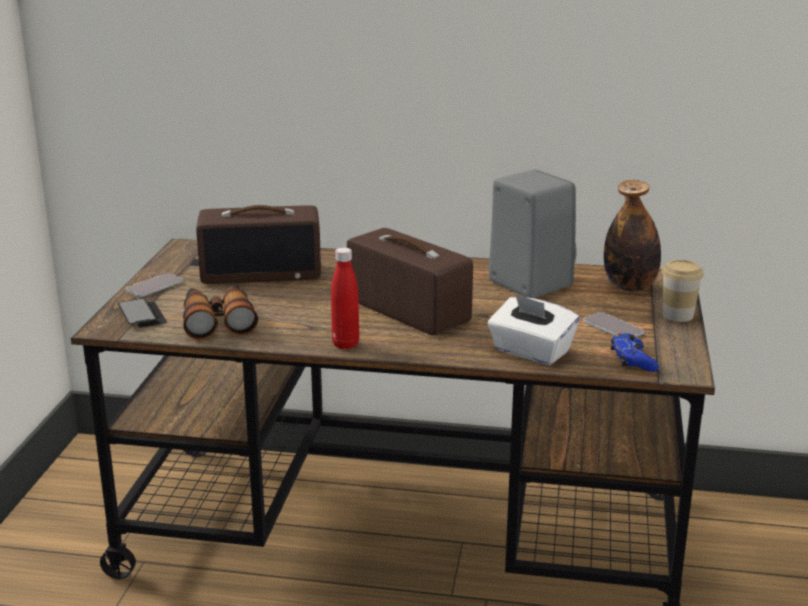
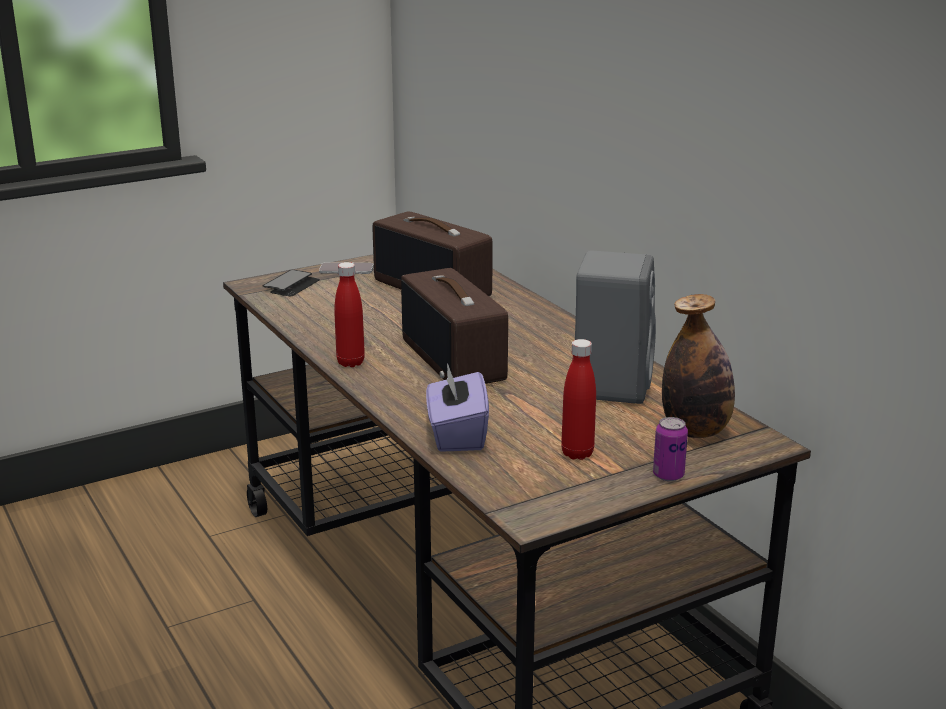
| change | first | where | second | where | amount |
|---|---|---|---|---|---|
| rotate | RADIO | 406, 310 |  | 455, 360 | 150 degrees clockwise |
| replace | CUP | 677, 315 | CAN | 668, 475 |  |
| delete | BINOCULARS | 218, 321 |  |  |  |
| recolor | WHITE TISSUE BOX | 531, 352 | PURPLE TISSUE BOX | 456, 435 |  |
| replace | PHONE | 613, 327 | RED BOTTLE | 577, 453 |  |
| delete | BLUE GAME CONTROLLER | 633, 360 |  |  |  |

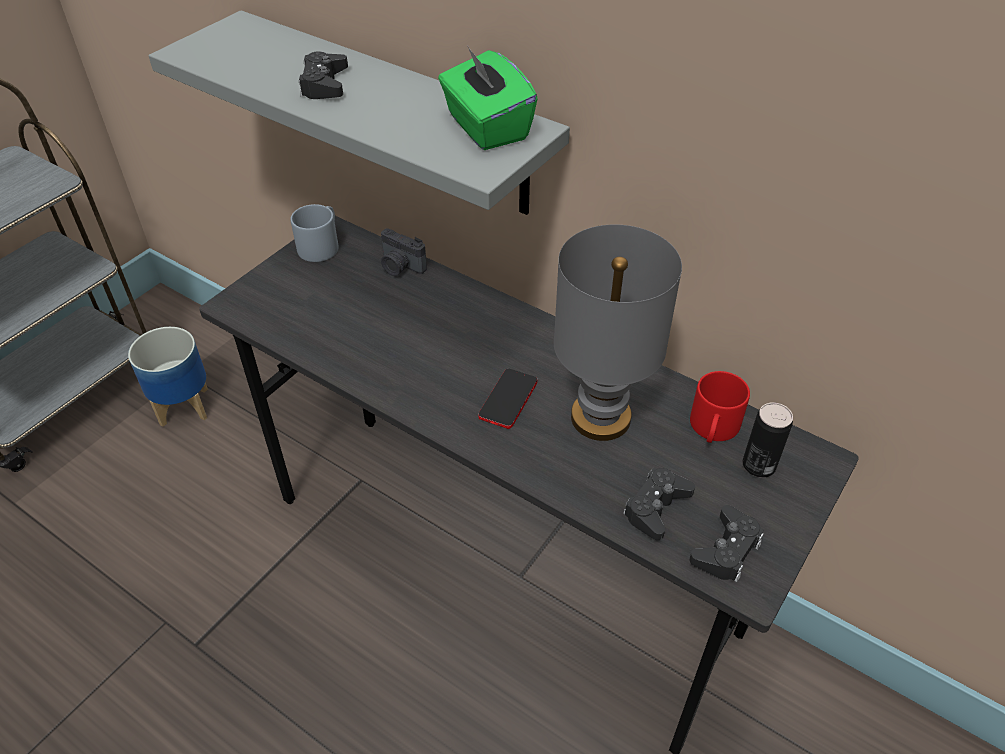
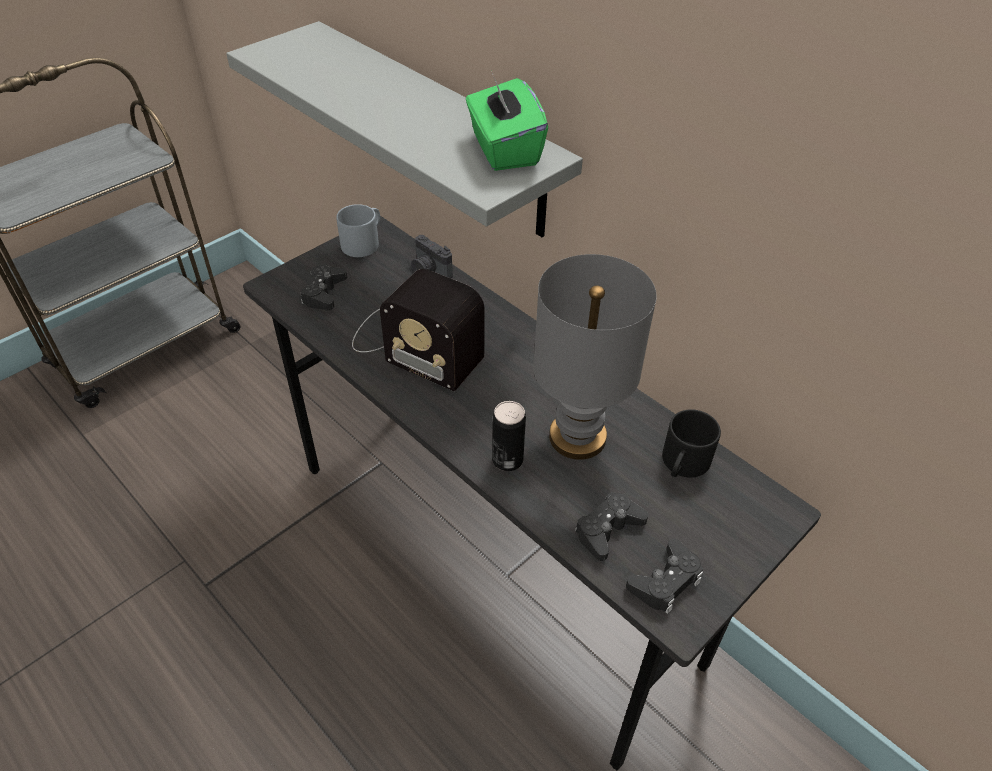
| change | first | where | second | where | amount |
|---|---|---|---|---|---|
| move | BLACK GAME CONTROLLER | 324, 84 |  | 324, 293 |  |
| delete | PLANTER | 184, 406 |  |  |  |
| delete | PHONE | 508, 399 |  |  |  |
| recolor | RED MUG | 714, 429 | BLACK MUG | 683, 465 |  |
| move | CAN | 758, 465 |  | 507, 460 |  |
| insert |  |  | RADIO | 413, 344 |  |

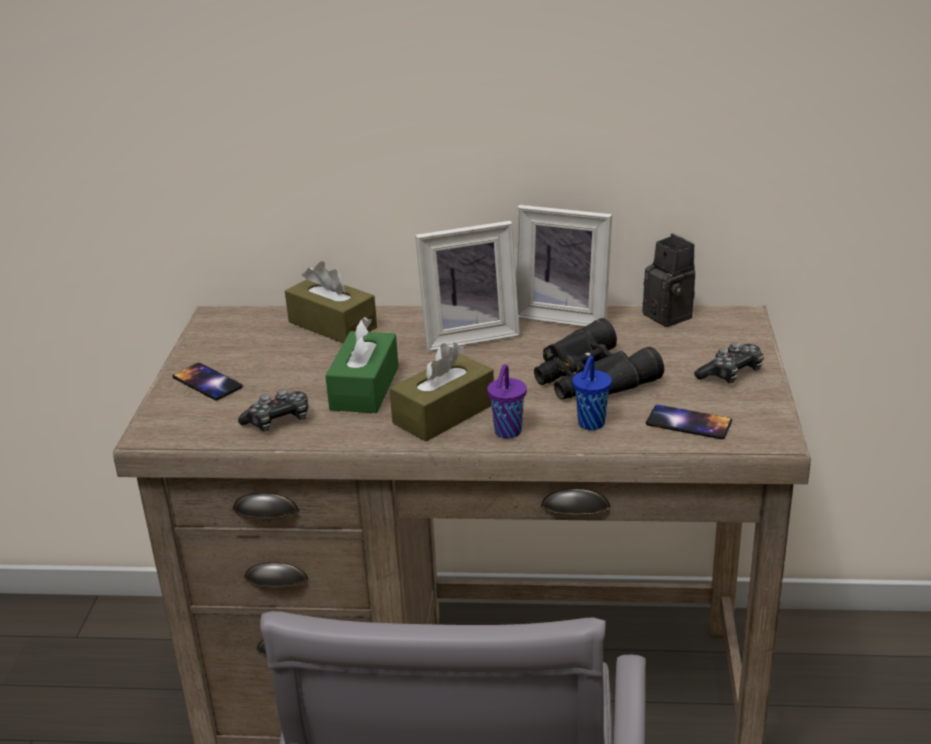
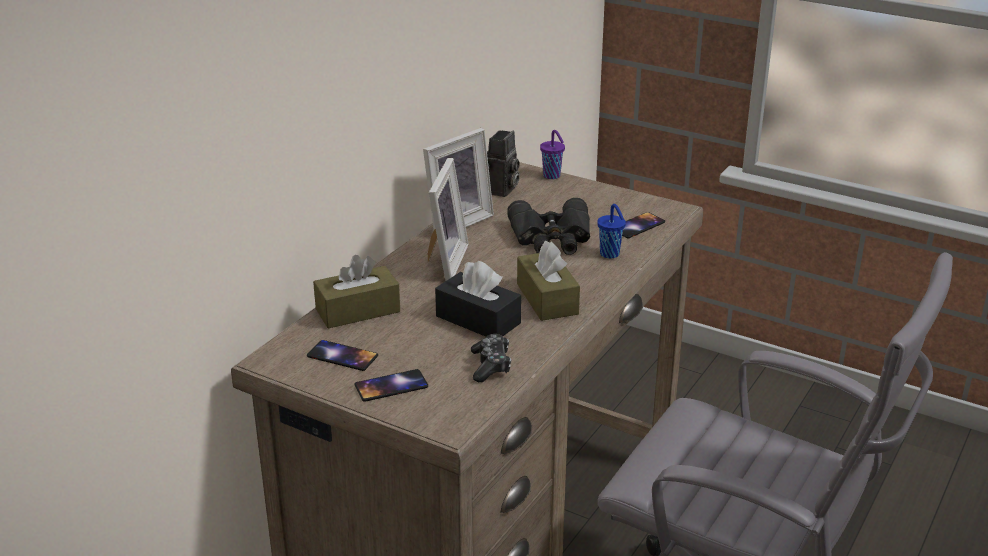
| change | first | where | second | where | amount |
|---|---|---|---|---|---|
| rotate | PHOTO CAMERA | 671, 316 |  | 500, 190 | 120 degrees clockwise |
| recolor | GREEN TISSUE BOX | 364, 388 | BLACK TISSUE BOX | 478, 320 |  |
| delete | GAME CONTROLLER | 731, 374 |  |  |  |
| move | PURPLE CUP | 507, 432 |  | 552, 176 |  |
| insert |  |  | PHONE | 342, 356 |  |

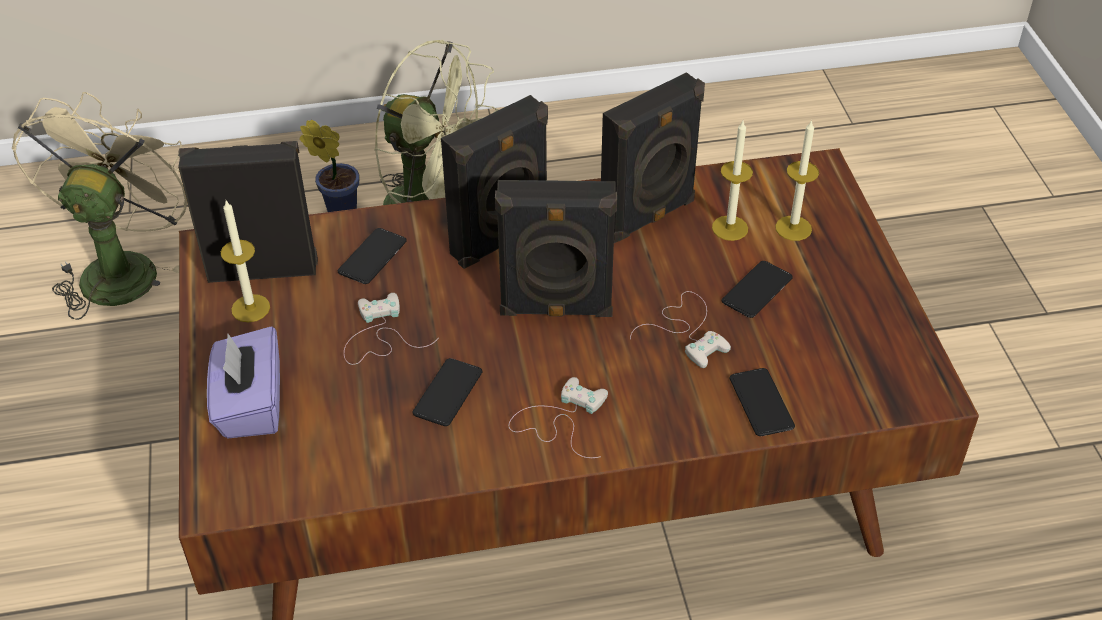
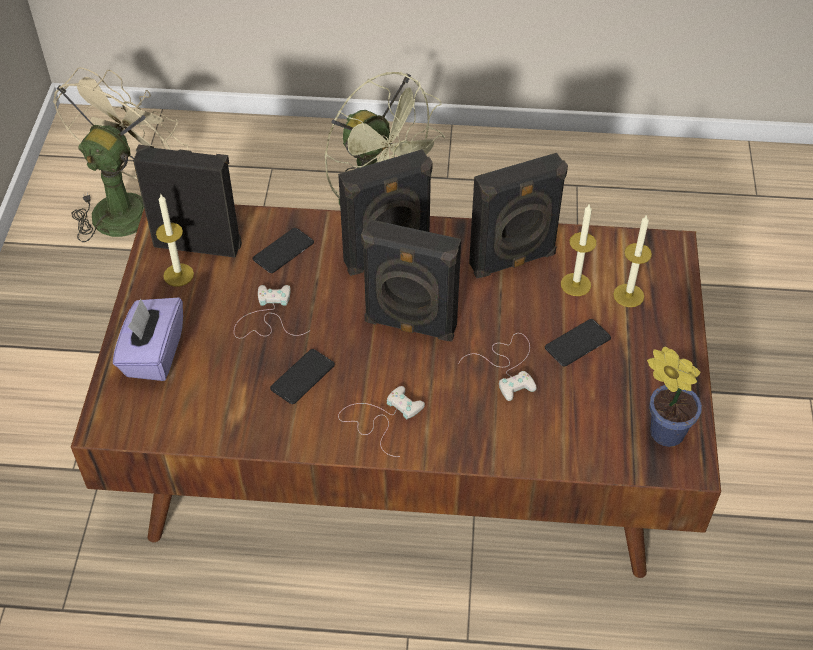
| change | first | where | second | where | amount |
|---|---|---|---|---|---|
| move | POTTED PLANT | 338, 209 |  | 662, 430 |  |
| delete | PHONE | 761, 403 |  |  |  |

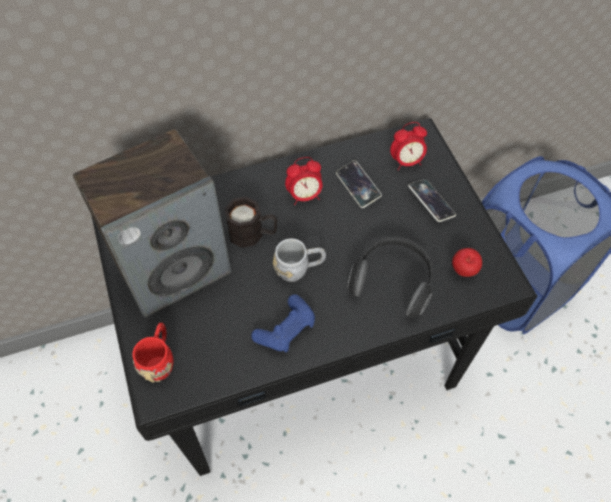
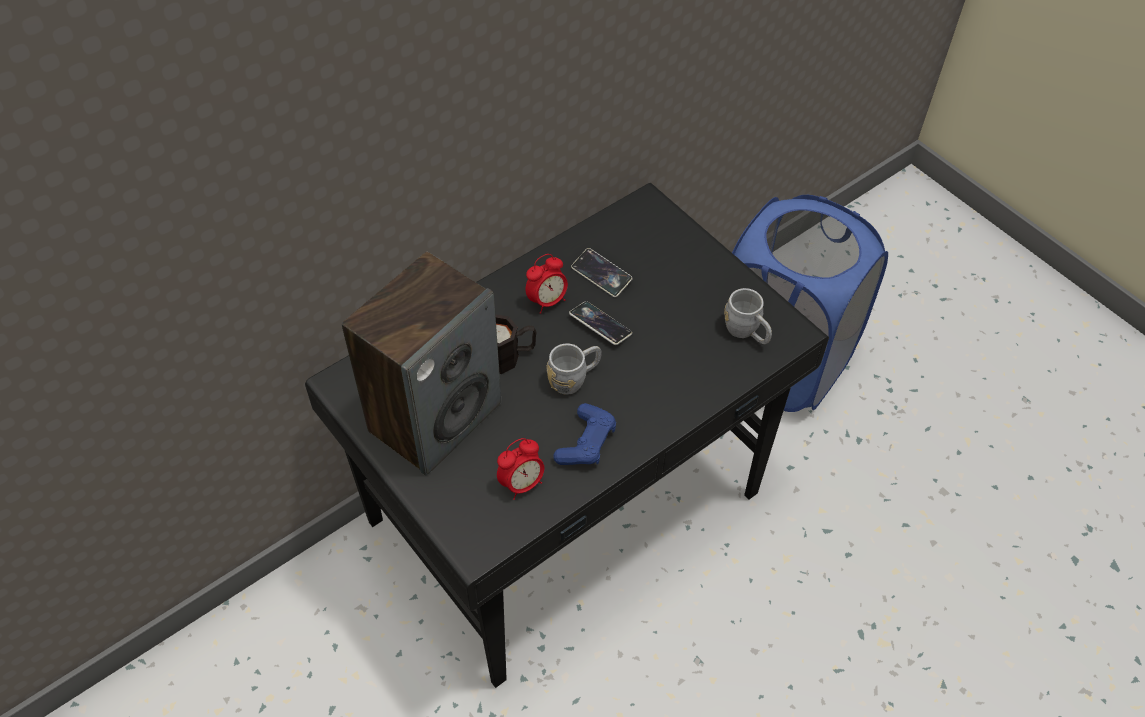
| change | first | where | second | where | amount |
|---|---|---|---|---|---|
| move | ALARM CLOCK | 406, 162 |  | 522, 484 |  |
| move | PHONE | 431, 202 |  | 600, 325 |  |
| delete | HEADPHONES | 392, 282 |  |  |  |
| replace | APPLE | 463, 271 | GREY MUG | 746, 332 |  |
| delete | RED MUG | 160, 359 |  |  |  |

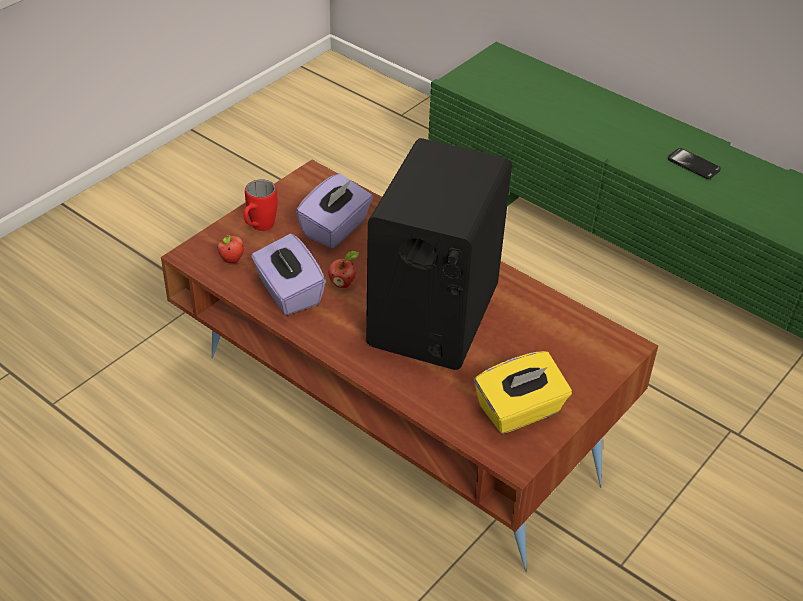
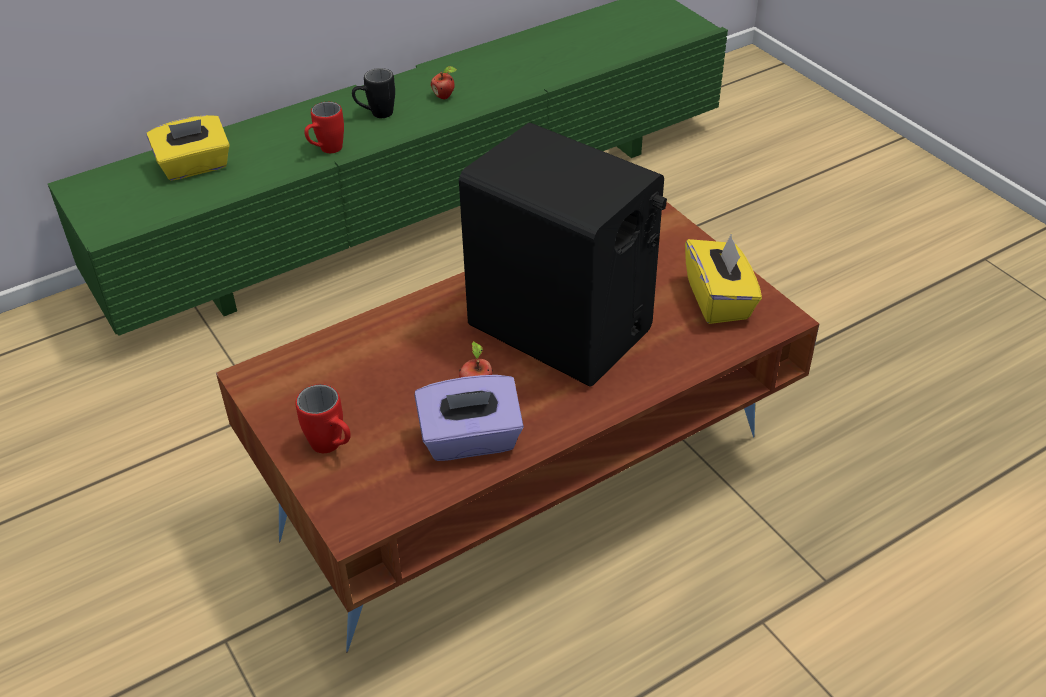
| change | first | where | second | where | amount |
|---|---|---|---|---|---|
| replace | PHONE | 693, 165 | BLACK MUG | 375, 115 |  |
| delete | PURPLE TISSUE BOX | 336, 228 |  |  |  |
| move | APPLE | 232, 261 |  | 445, 97 |  |
| insert |  |  | RED MUG | 326, 151 |  |
| insert |  |  | YELLOW TISSUE BOX | 195, 167 |  |

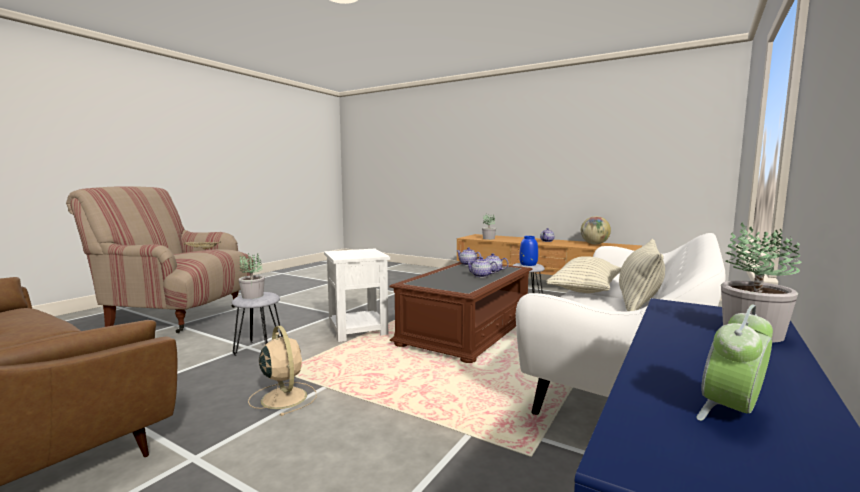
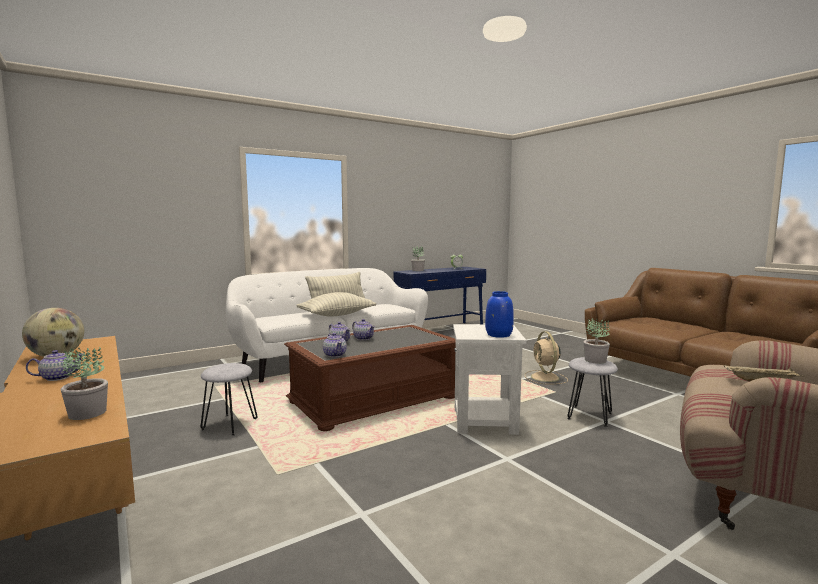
| change | first | where | second | where | amount |
|---|---|---|---|---|---|
| move | BLUE VASE | 528, 264 |  | 498, 335 |  |

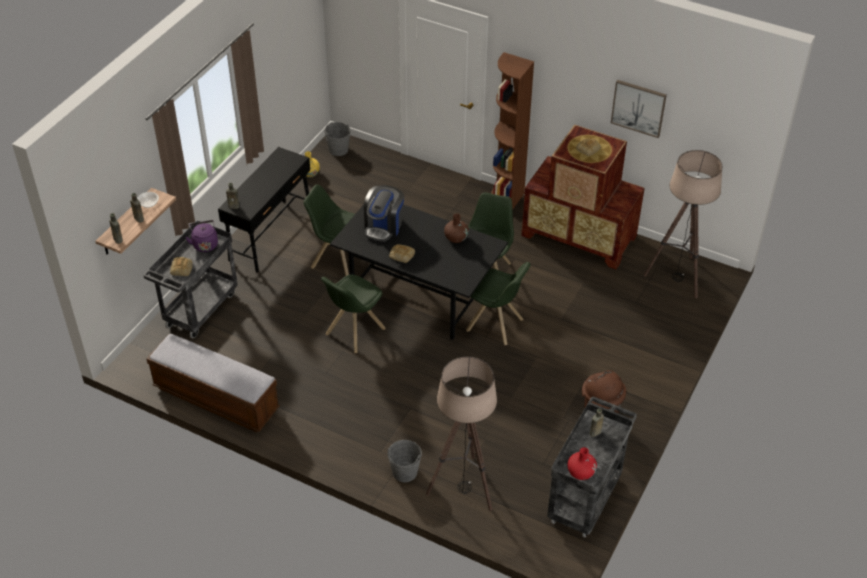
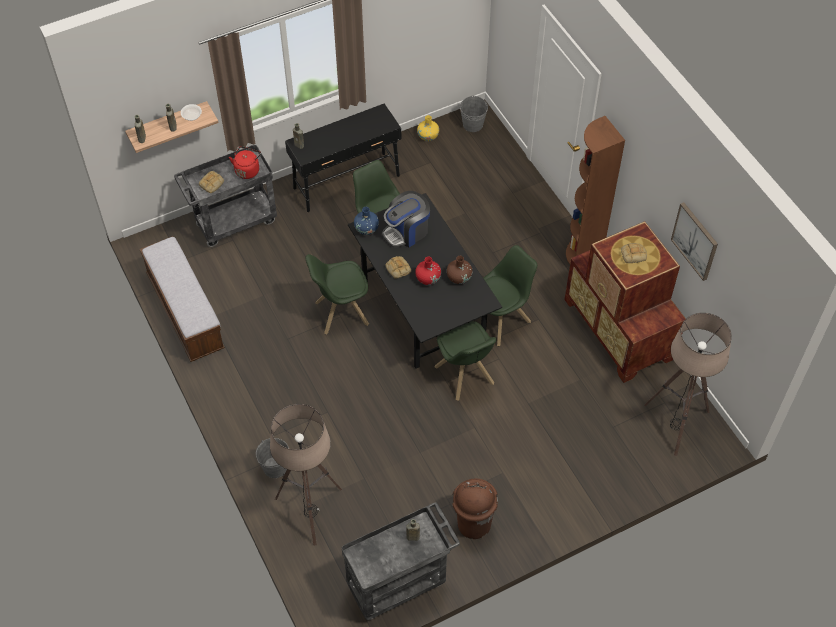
| change | first | where | second | where | amount |
|---|---|---|---|---|---|
| recolor | PURPLE KETTLE | 205, 244 | RED KETTLE | 247, 170 |  |
| move | RED VASE | 580, 473 |  | 428, 278 |  |
| insert |  |  | BLUE VASE | 366, 229 |  |

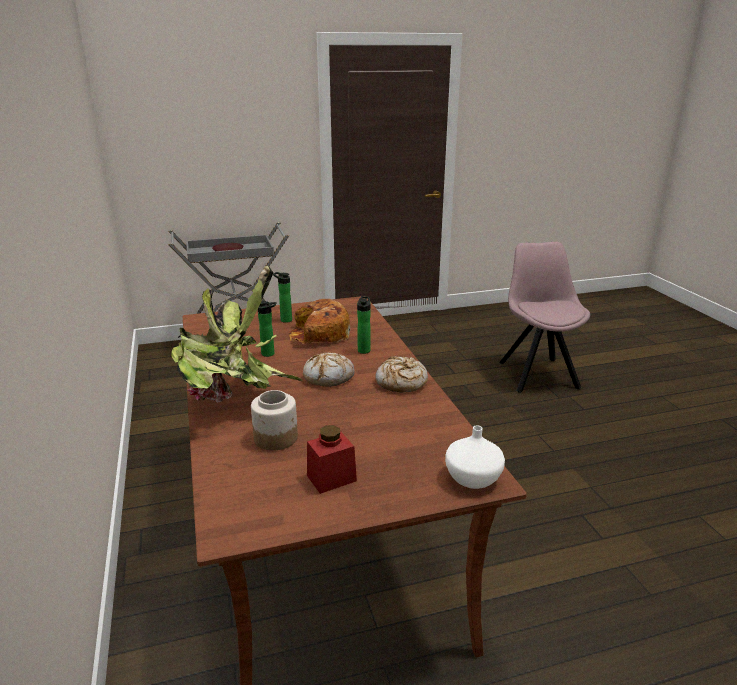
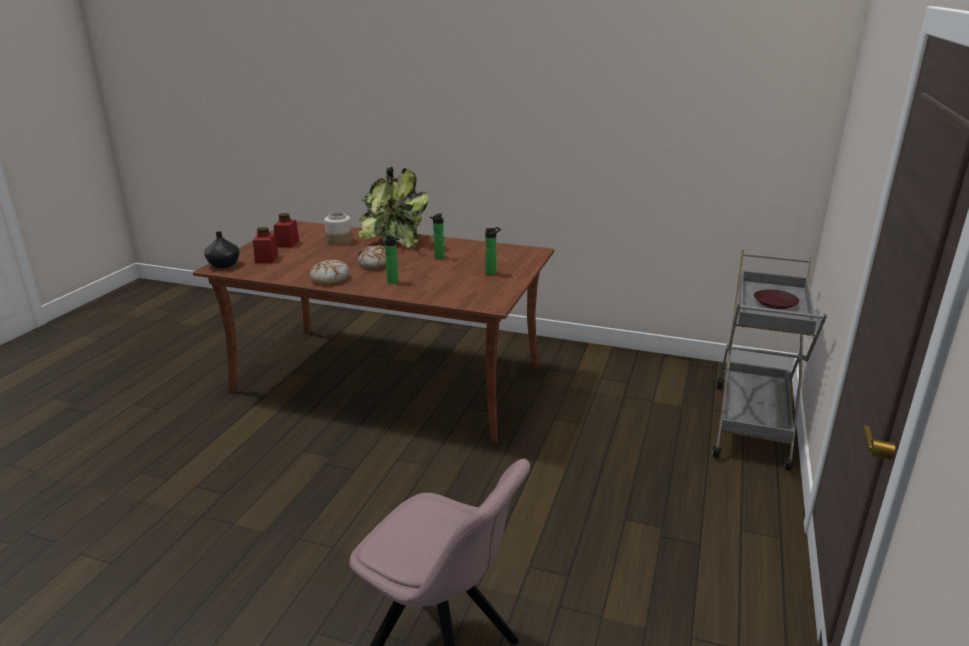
| change | first | where | second | where | amount |
|---|---|---|---|---|---|
| delete | BREAD | 318, 334 |  |  |  |
| recolor | WHITE VASE | 474, 479 | BLACK VASE | 223, 265 |  |
| insert |  |  | RED JAR | 266, 259 |  |

